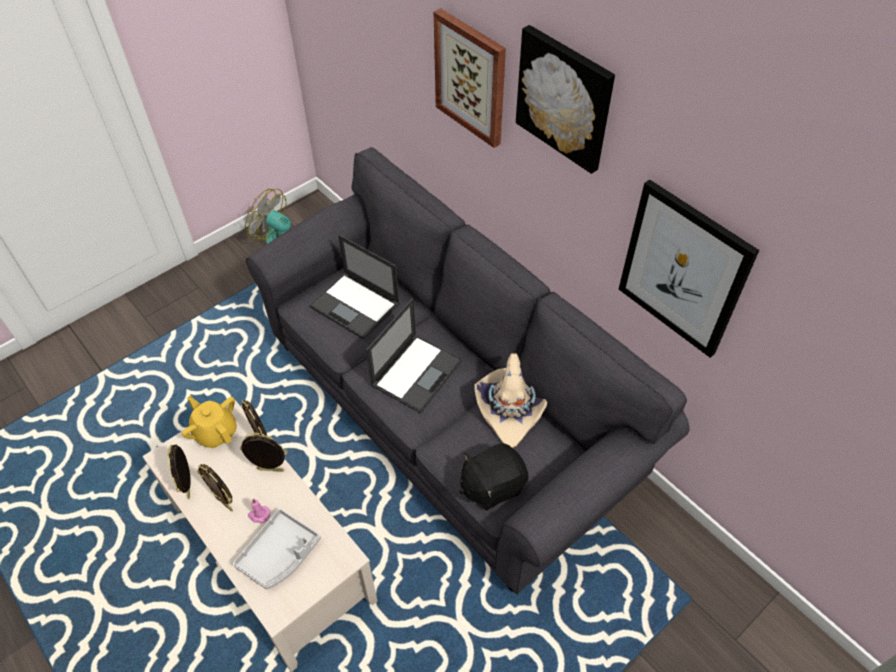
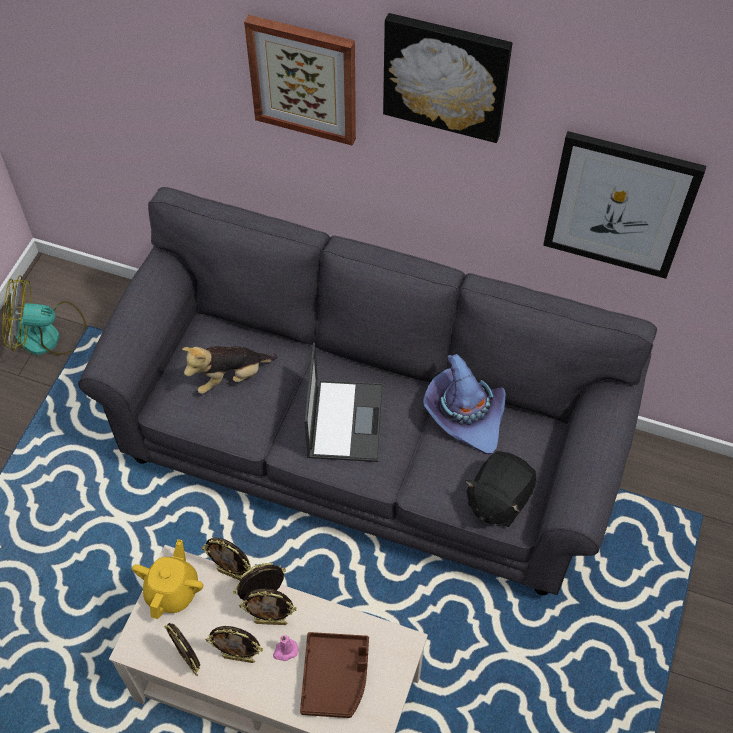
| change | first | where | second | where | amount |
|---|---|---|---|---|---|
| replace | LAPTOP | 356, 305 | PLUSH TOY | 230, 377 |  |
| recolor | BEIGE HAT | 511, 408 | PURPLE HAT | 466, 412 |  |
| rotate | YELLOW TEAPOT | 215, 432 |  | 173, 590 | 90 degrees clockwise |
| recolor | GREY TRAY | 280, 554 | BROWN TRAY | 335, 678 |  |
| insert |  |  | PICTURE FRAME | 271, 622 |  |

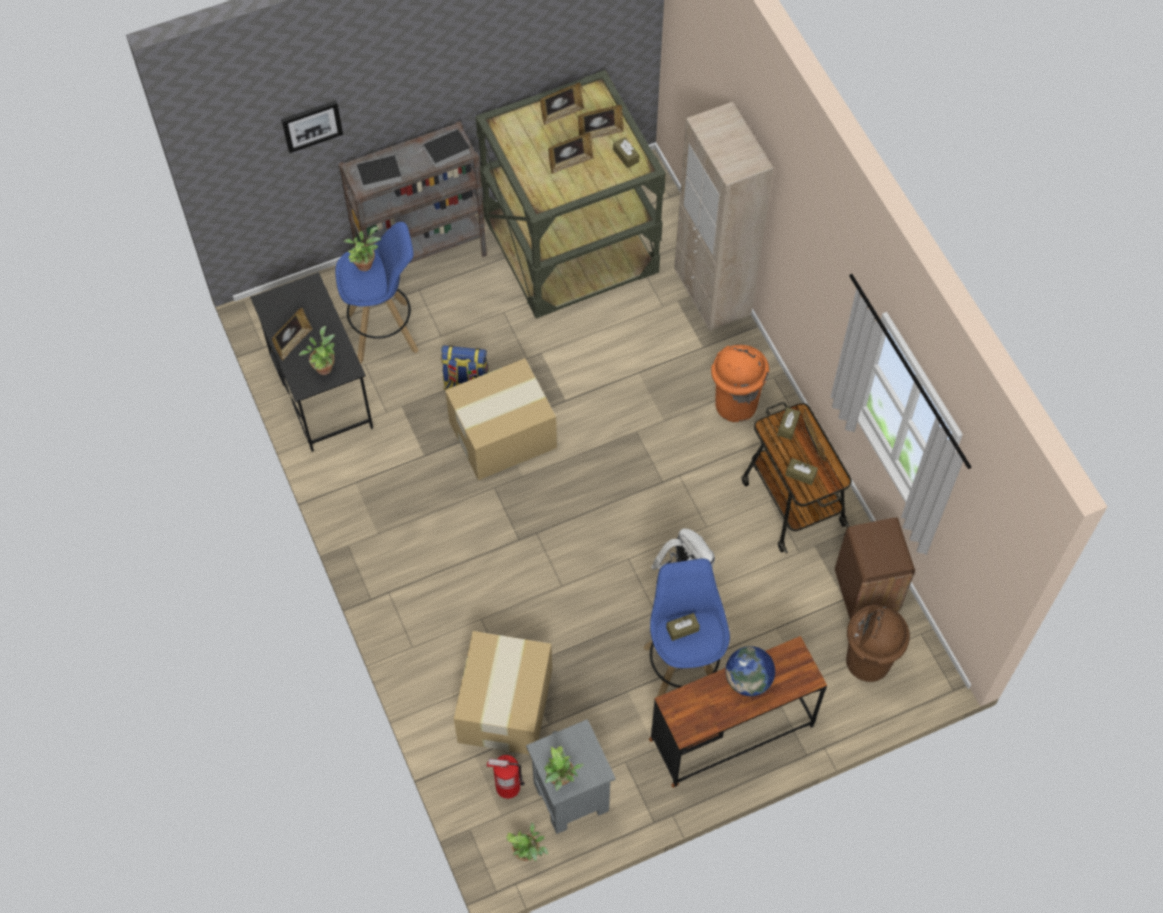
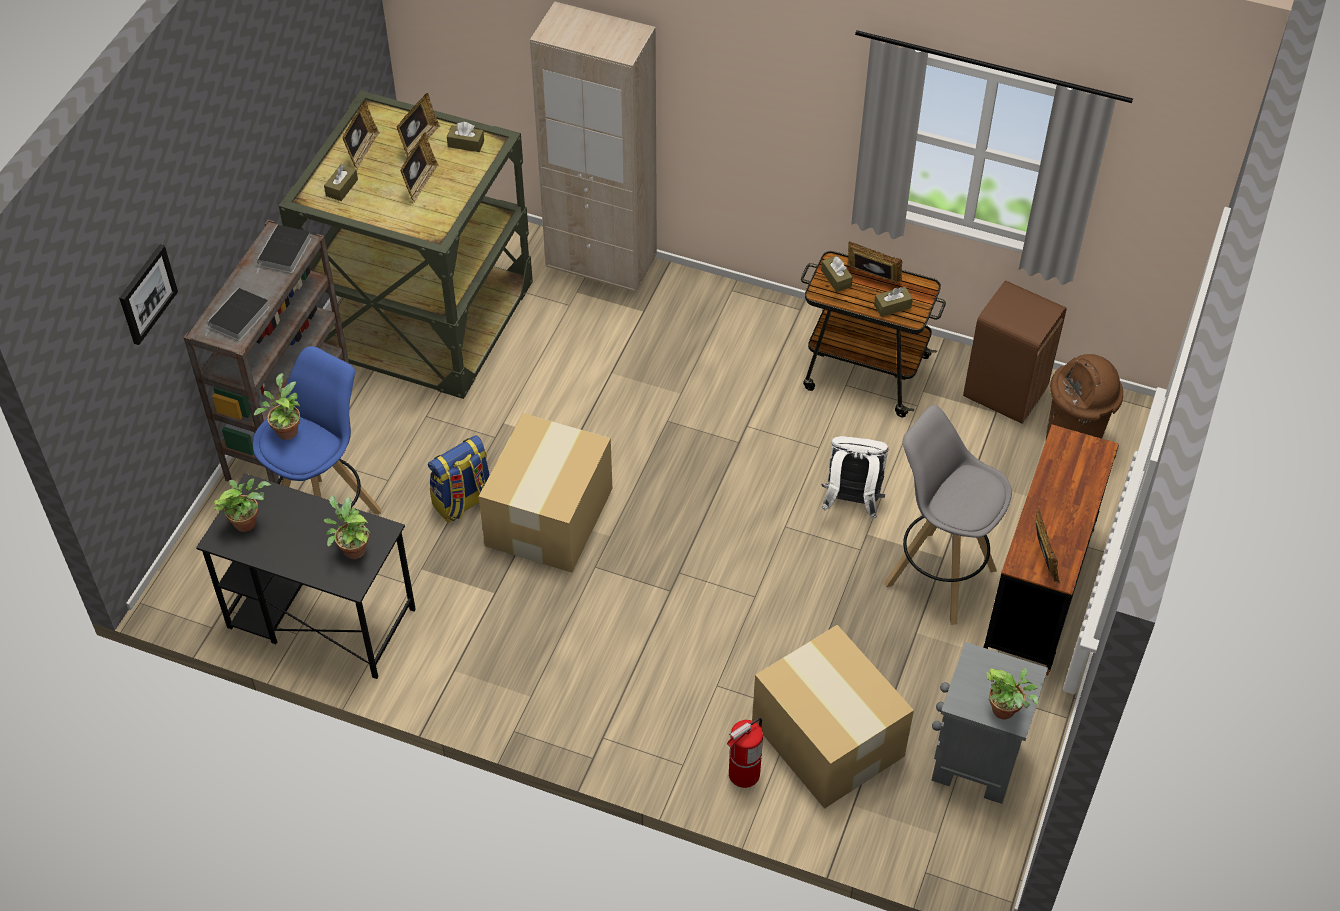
| change | first | where | second | where | amount |
|---|---|---|---|---|---|
| move | PICTURE FRAME | 293, 342 |  | 1043, 560 |  |
| delete | ORANGE TRASH CAN | 735, 404 |  |  |  |
| recolor | BLUE STOOL | 682, 668 | GREY STOOL | 938, 574 |  |
| move | BROWN TISSUE BOX | 682, 629 |  | 342, 188 |  |
| delete | GLOBE | 748, 680 |  |  |  |
| move | FIRE EXTINGUISHER | 507, 787 |  | 744, 774 |  |
| move | POTTED PLANT | 528, 852 |  | 248, 521 |  |

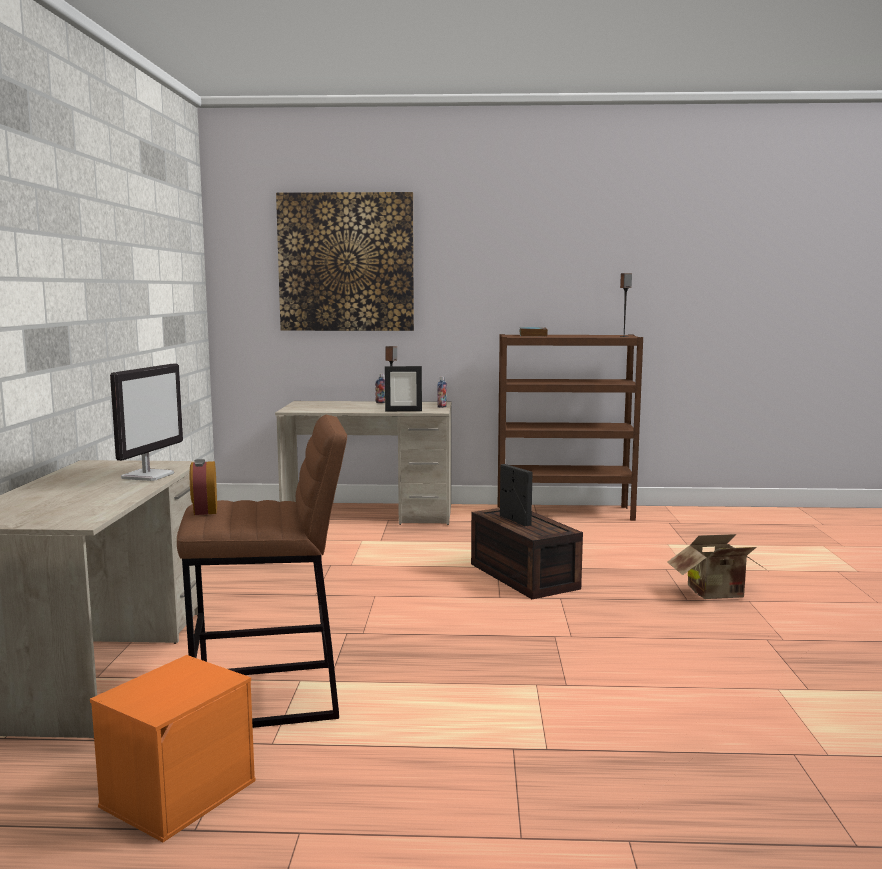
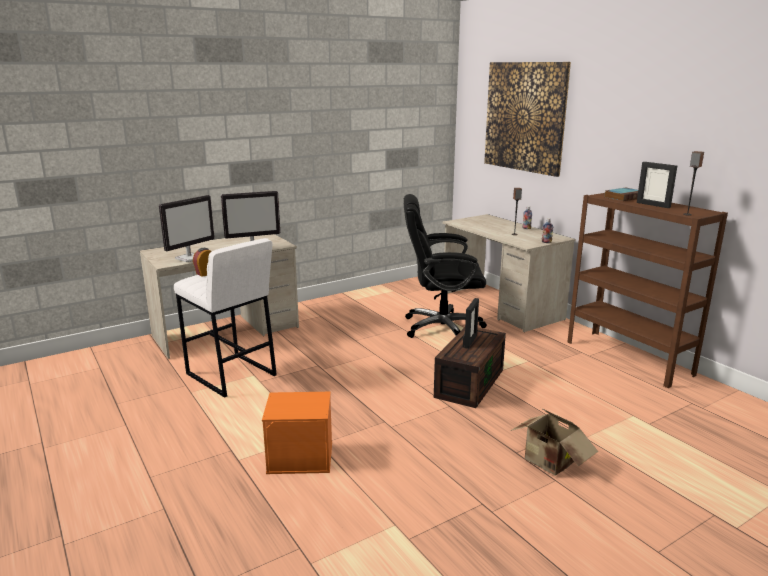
| change | first | where | second | where | amount |
|---|---|---|---|---|---|
| move | PICTURE FRAME | 403, 410 |  | 653, 205 |  |
| recolor | BROWN STOOL | 272, 696 | WHITE STOOL | 232, 375 |  |
| move | ORANGE STORAGE BOX | 179, 792 |  | 301, 457 |  |
| insert |  |  | BLACK OFFICE CHAIR | 442, 327 |  |
| insert |  |  | MONITOR | 190, 258 |  |

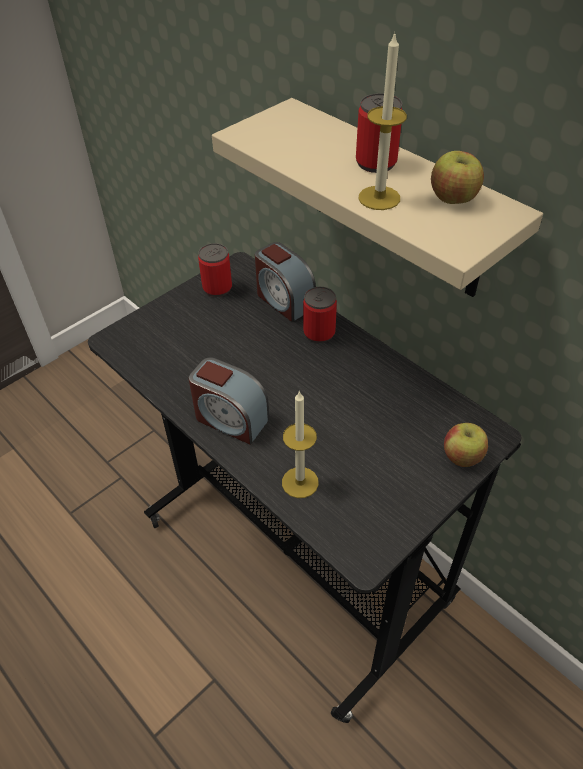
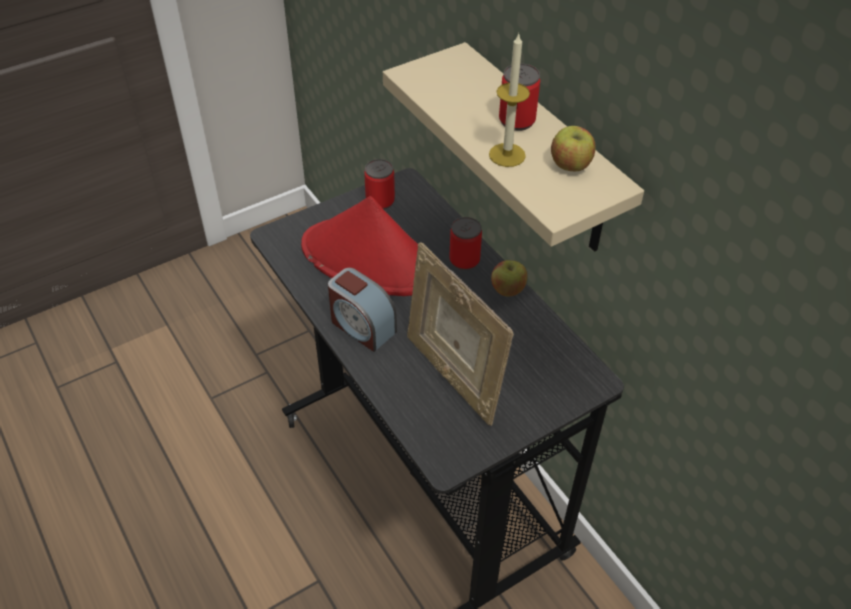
| change | first | where | second | where | amount |
|---|---|---|---|---|---|
| delete | ALARM CLOCK | 284, 300 |  |  |  |
| delete | CANDLE | 300, 482 |  |  |  |
| move | APPLE | 461, 457 |  | 507, 289 |  |
| insert |  |  | RED HAT | 371, 260 |  |
| insert |  |  | PICTURE FRAME | 453, 375 |  |

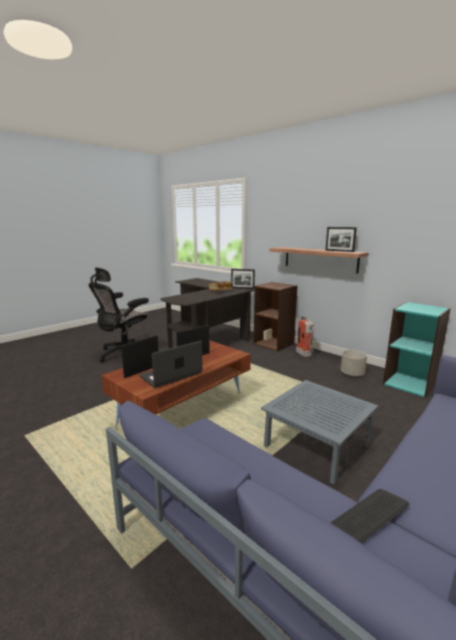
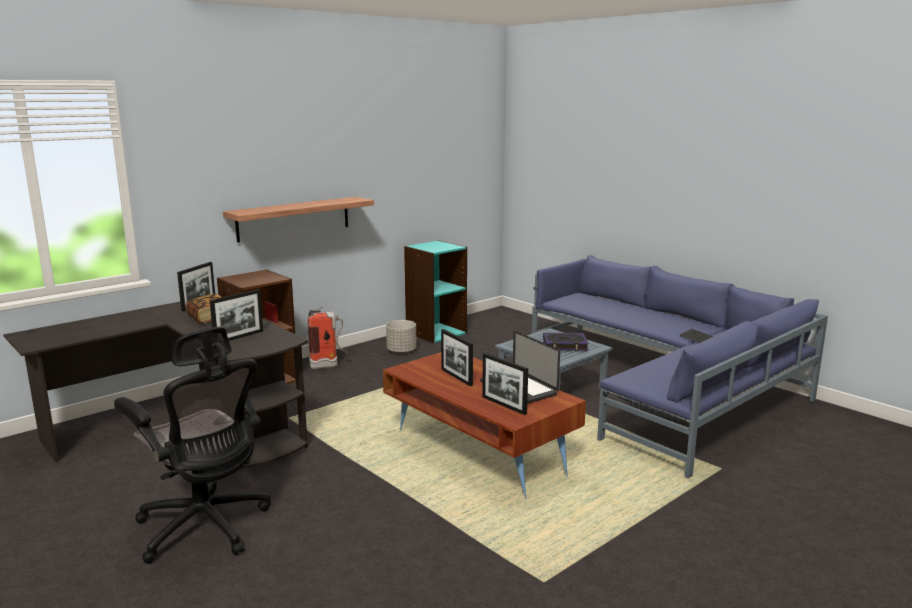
| change | first | where | second | where | amount |
|---|---|---|---|---|---|
| move | PICTURE FRAME | 339, 251 |  | 239, 337 |  |
| insert |  |  | BOOK | 565, 345 |  |

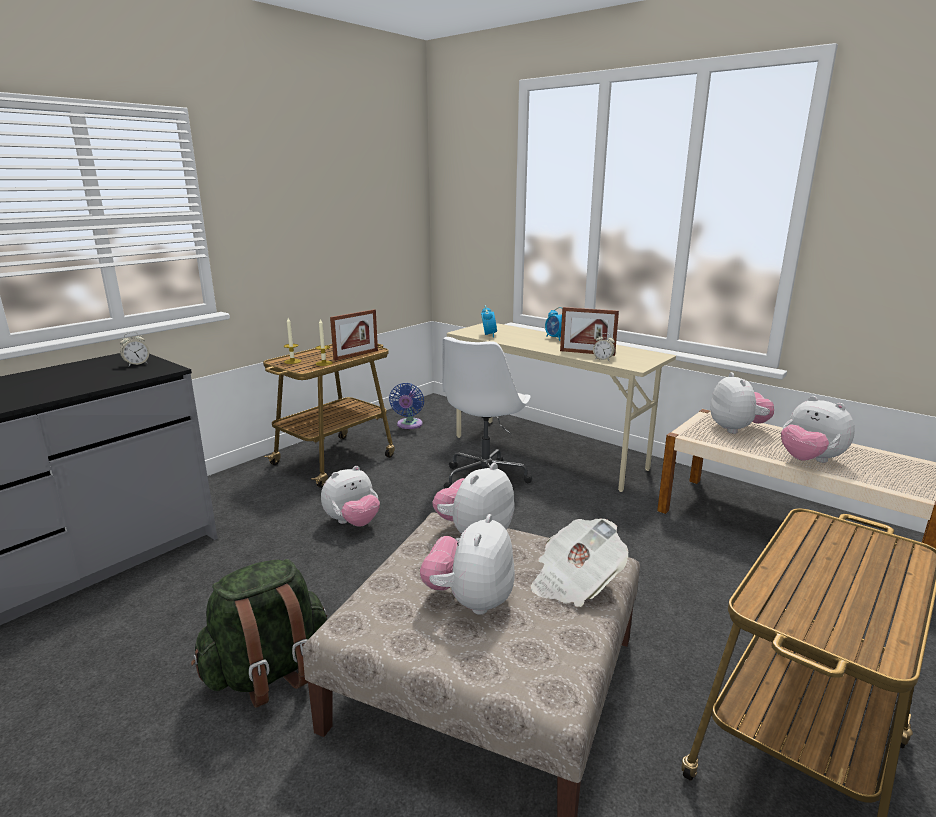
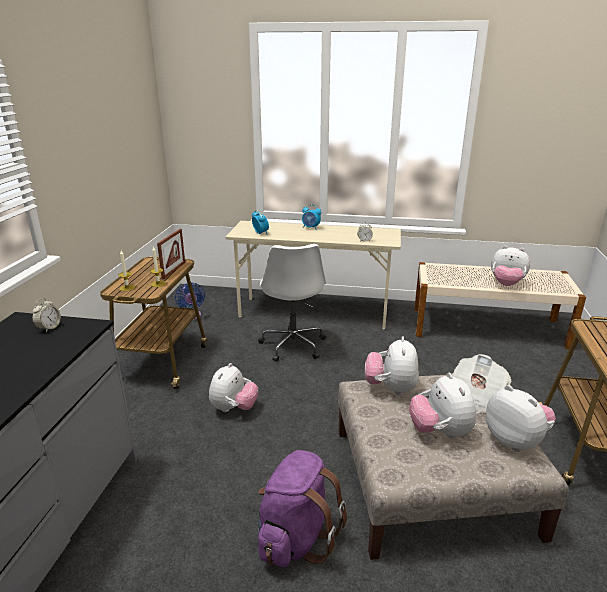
| change | first | where | second | where | amount |
|---|---|---|---|---|---|
| delete | PICTURE FRAME | 587, 353 |  |  |  |
| move | PLUSH TOY | 736, 429 |  | 515, 440 |  |
| recolor | GREEN BACKPACK | 269, 672 | PURPLE BACKPACK | 296, 537 |  |

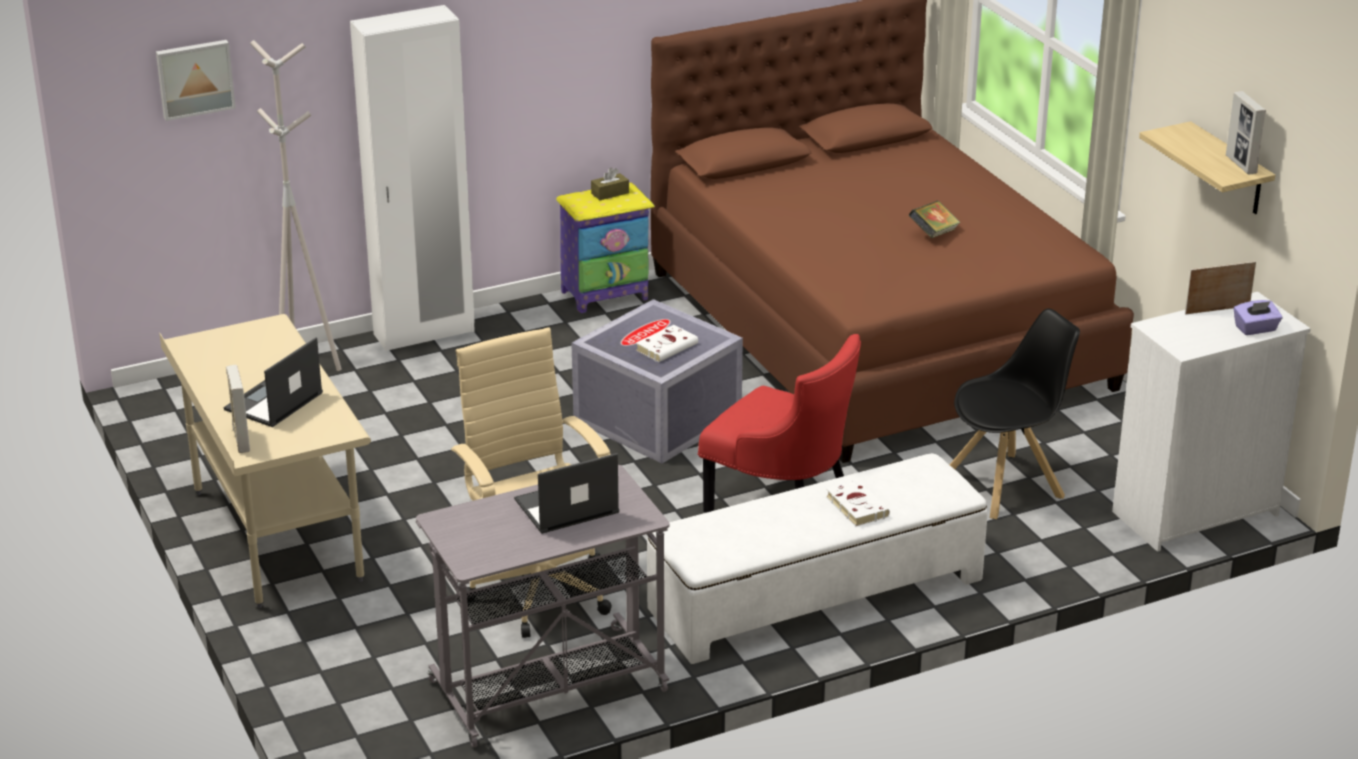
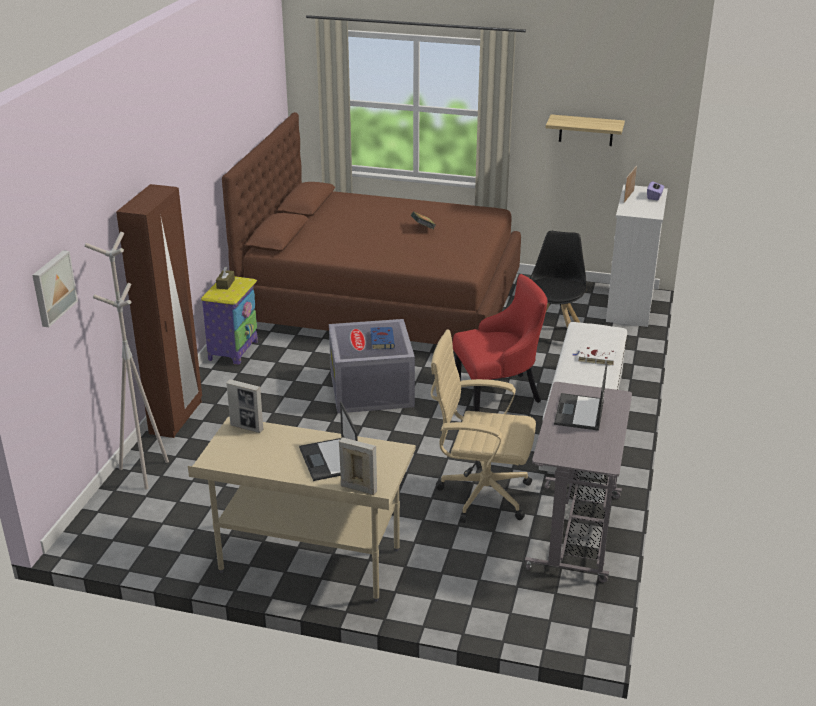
| change | first | where | second | where | amount |
|---|---|---|---|---|---|
| recolor | WHITE WARDROBE | 424, 333 | BROWN WARDROBE | 176, 418 |  |
| move | PICTURE FRAME | 1241, 164 |  | 247, 427 |  |
| recolor | WHITE BOOK | 667, 347 | BLUE BOOK | 382, 340 |  |

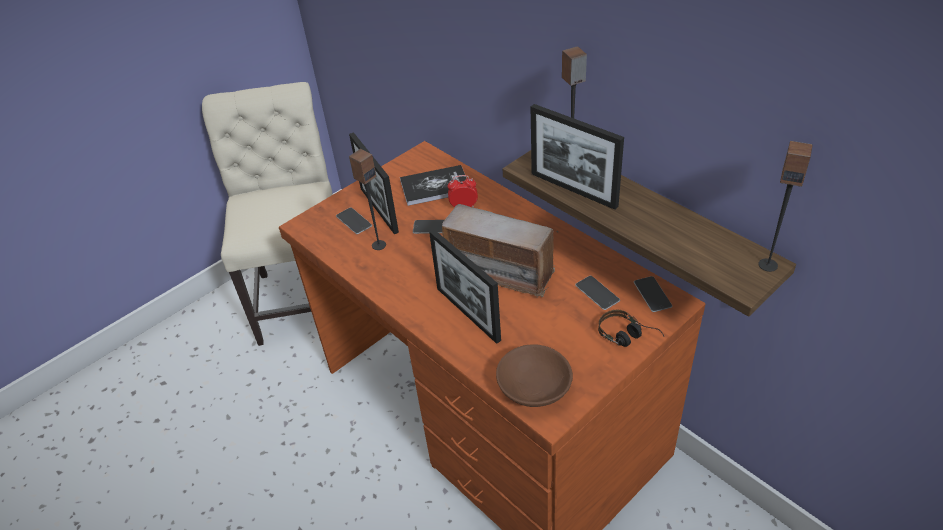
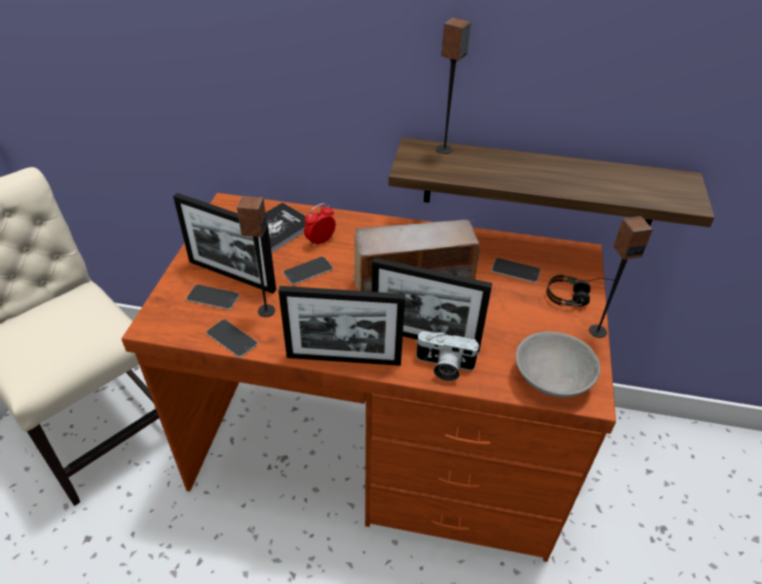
| change | first | where | second | where | amount |
|---|---|---|---|---|---|
| move | PICTURE FRAME | 573, 190 |  | 343, 359 |  |
| move | SPEAKER | 768, 265 |  | 597, 331 |  |
| move | PHONE | 652, 294 |  | 231, 338 |  |
| recolor | BROWN BOWL | 534, 389 | GREY BOWL | 552, 379 |  |
| insert |  |  | PHOTO CAMERA | 444, 366 |  |

